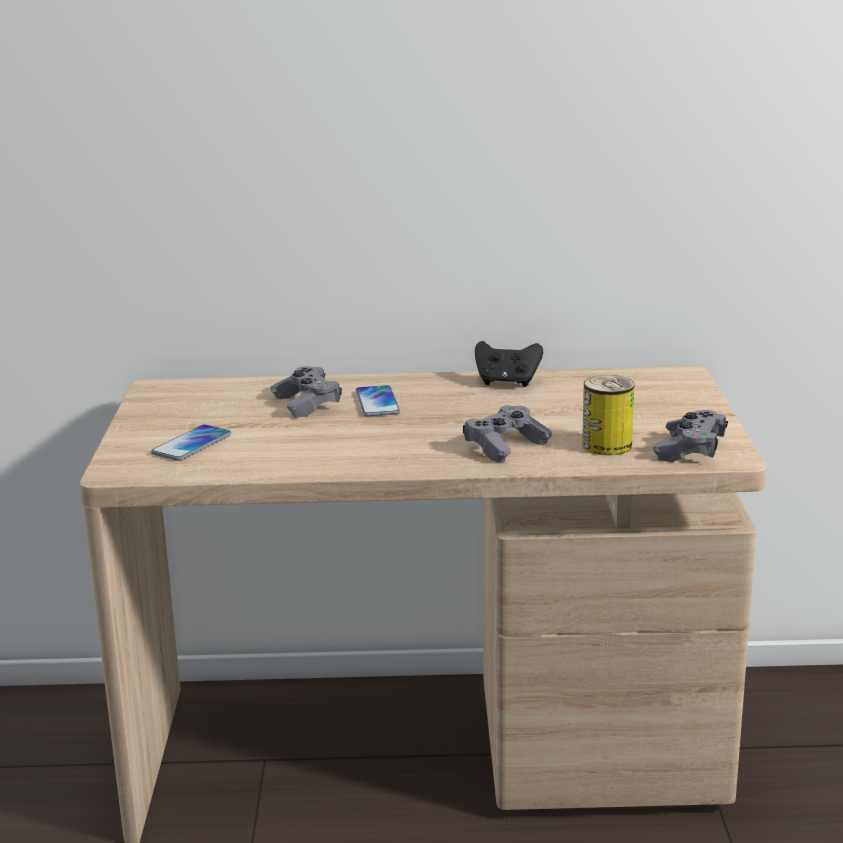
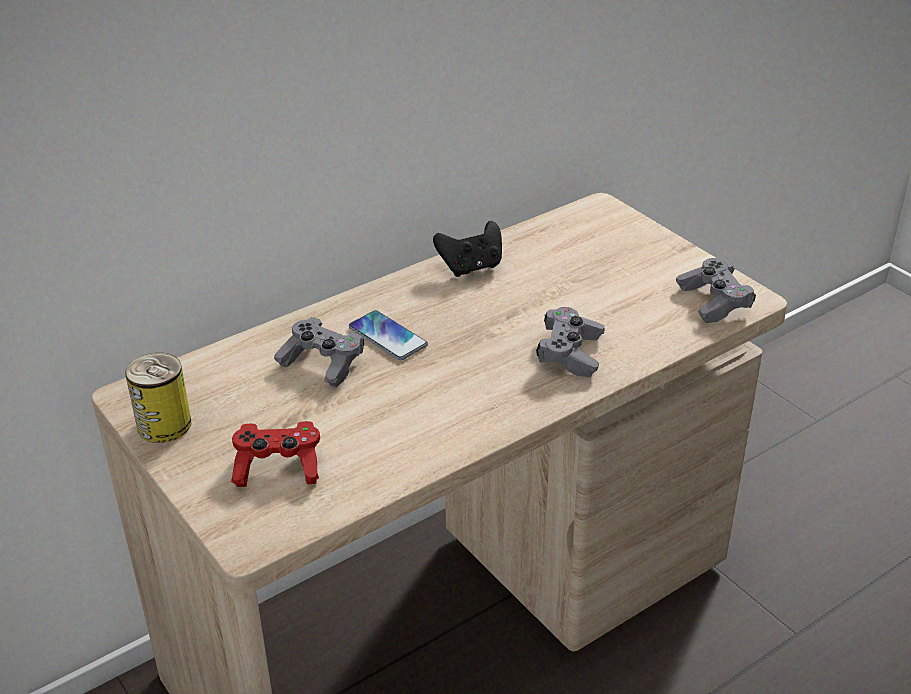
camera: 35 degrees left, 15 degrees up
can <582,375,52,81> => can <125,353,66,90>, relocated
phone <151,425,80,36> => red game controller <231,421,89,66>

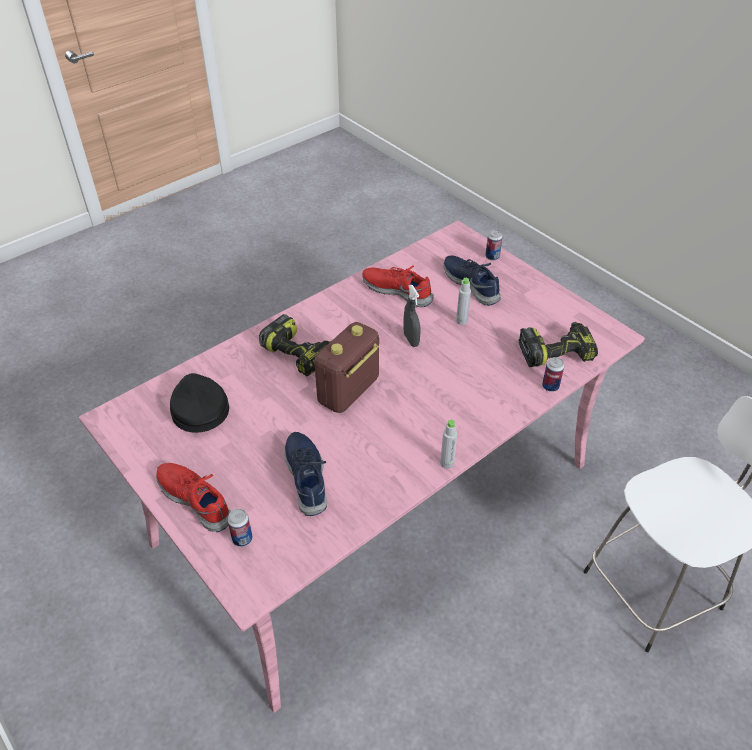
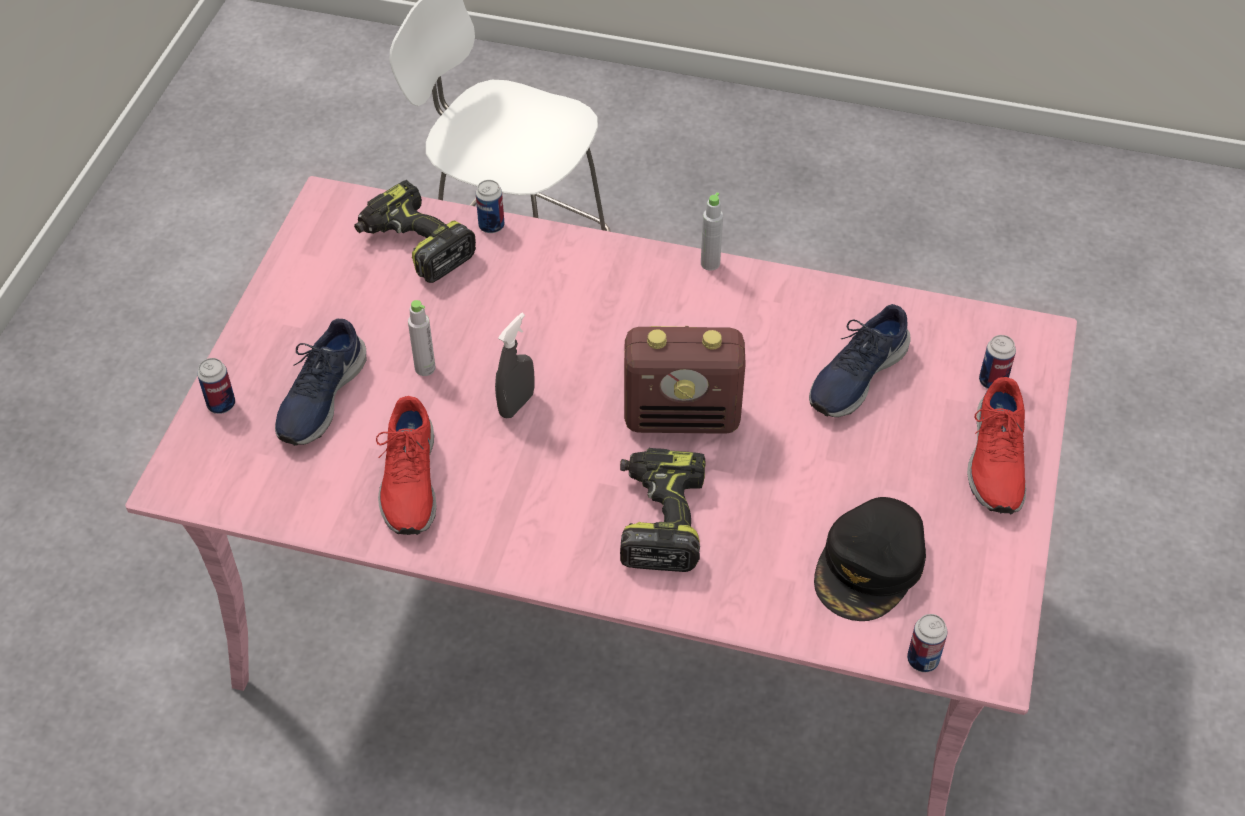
camera: 125 degrees left, 5 degrees up
nothing => can <907,614,41,58>

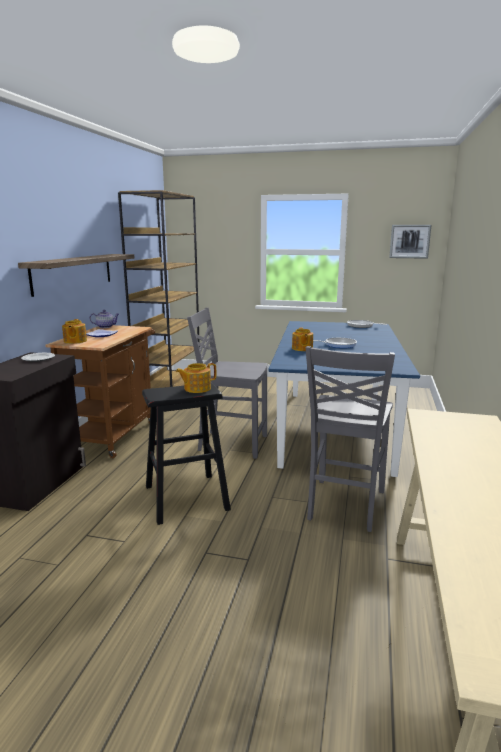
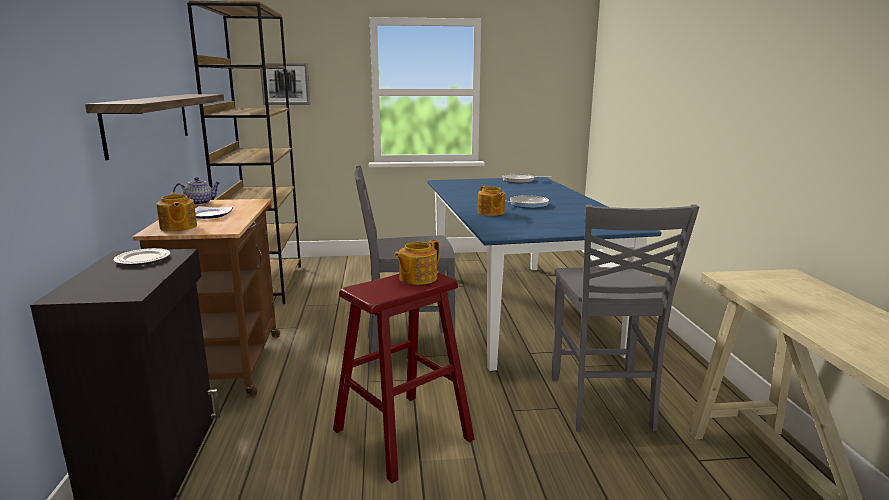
camera: 20 degrees left, 0 degrees up
picture <389,225,42,34> => picture <260,63,50,42>, relocated
black stool <142,383,89,142> => red stool <333,272,142,211>

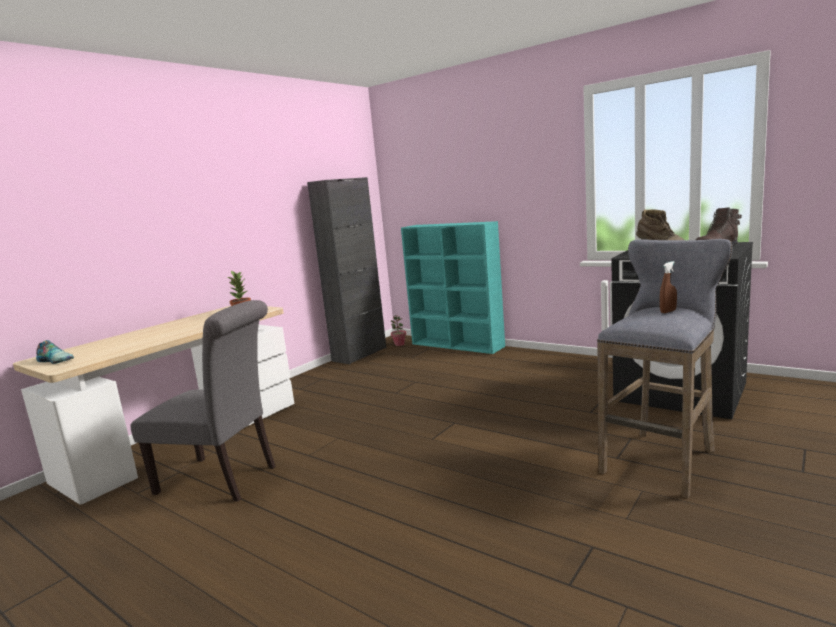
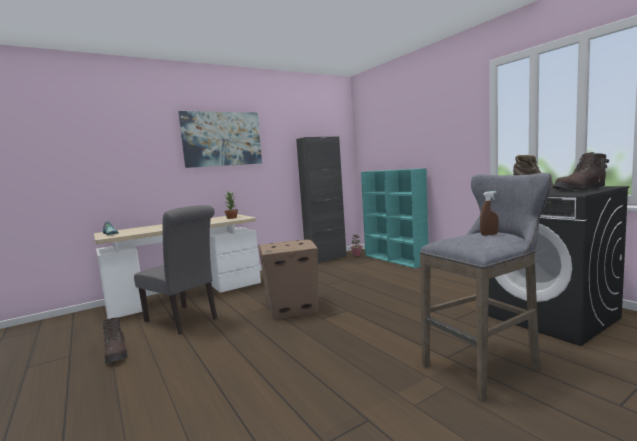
camera: 20 degrees right, 5 degrees down
nothing => brown boot <103,317,25,47>
nothing => picture <178,111,84,57>
nothing => cardboard box <258,239,60,81>

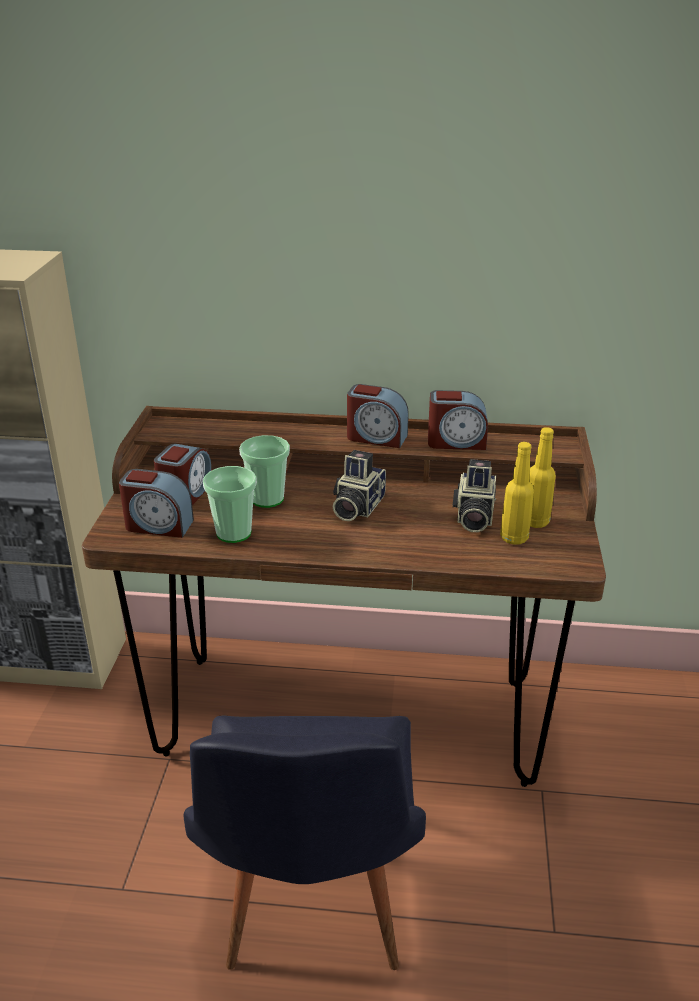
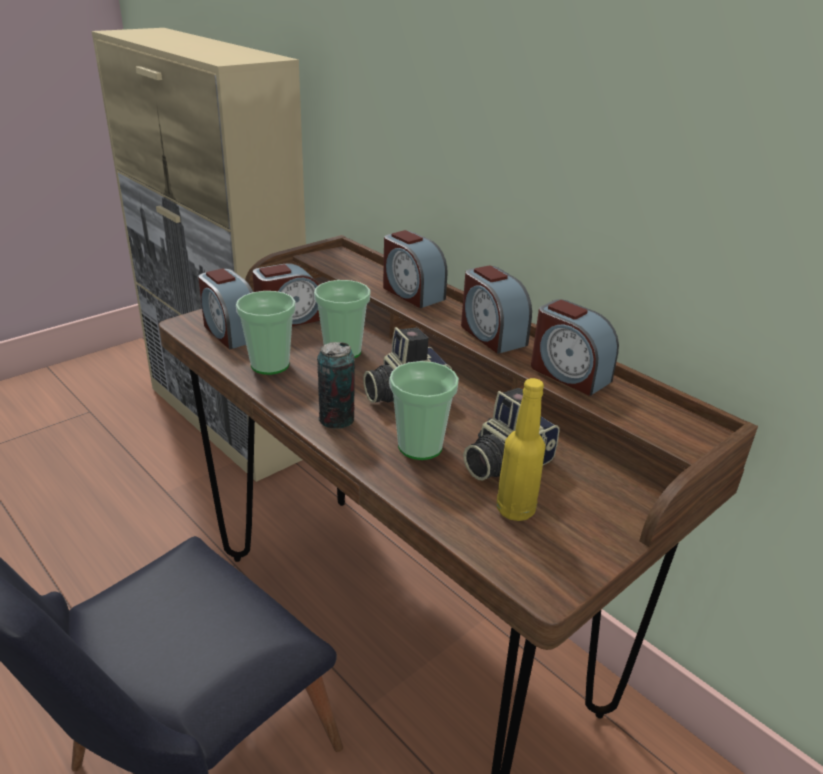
camera: 40 degrees right, 0 degrees up
yellow bottle <529,427,27,101> => nothing
nothing => can <317,342,38,87>
nothing => alarm clock <383,230,64,78>
nothing => cup <389,361,70,99>

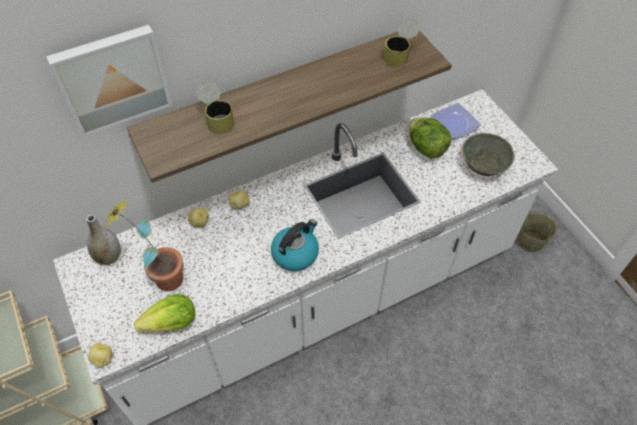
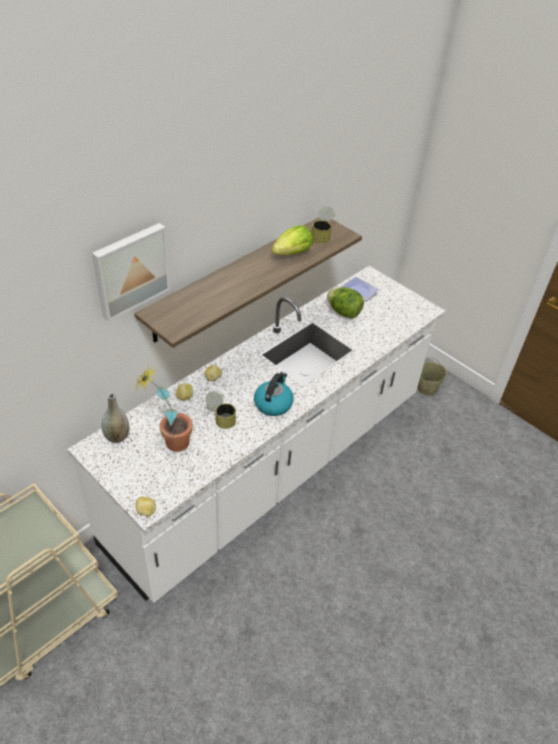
camera: 20 degrees left, 10 degrees down
grey bowl <462,133,53,43> => nothing
lettuce <134,294,61,38> => lettuce <272,225,41,31>, relocated
can <196,81,39,53> => can <206,391,30,38>, relocated

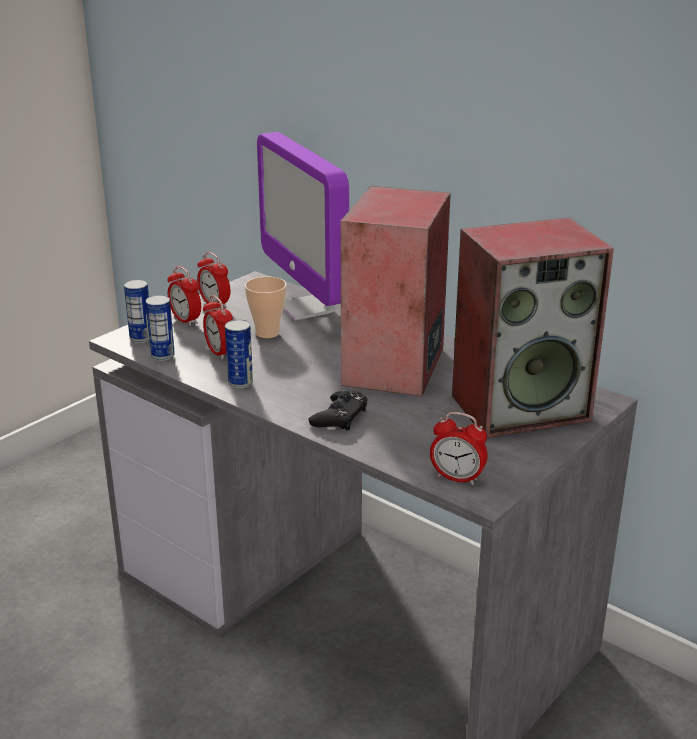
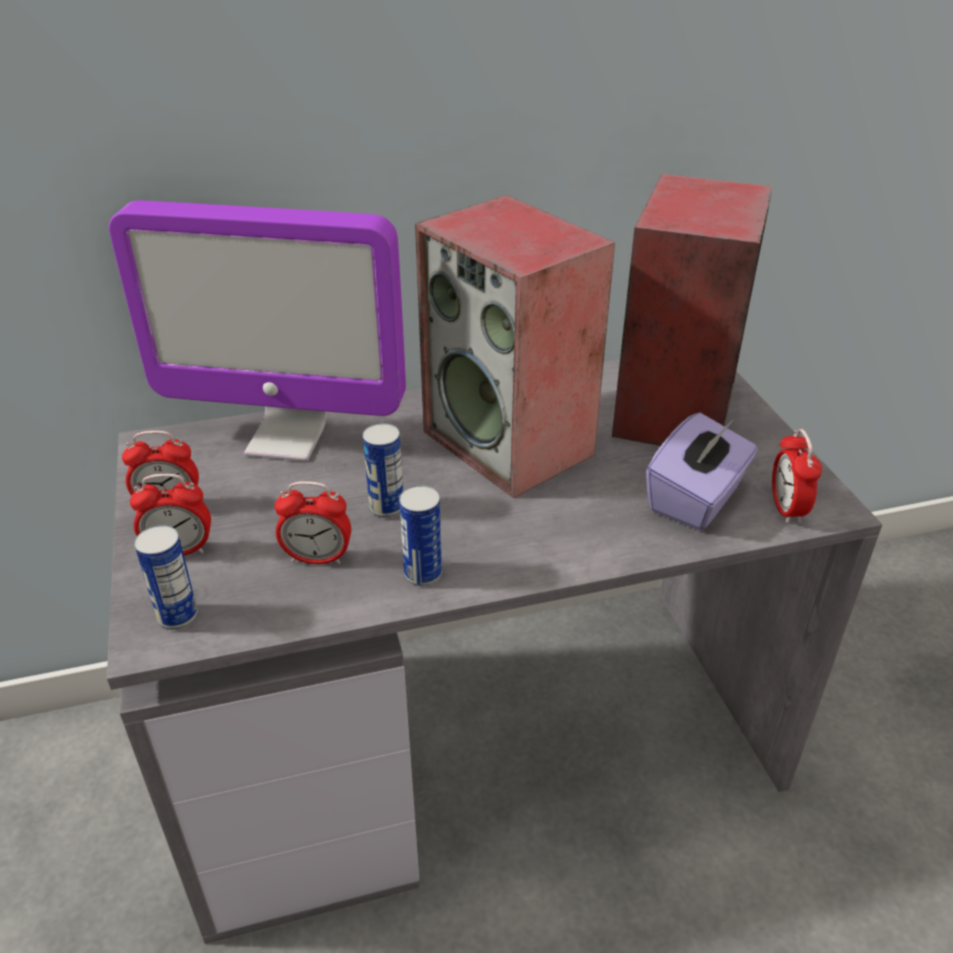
camera: 55 degrees left, 10 degrees up
cup <245,277,42,61> => nothing
black game controller <308,390,59,41> => nothing
nothing => purple tissue box <646,413,112,118>
can <146,295,29,66> => can <363,423,40,95>, relocated
alarm clock <430,412,58,73> => alarm clock <772,429,50,95>, 120 degrees clockwise

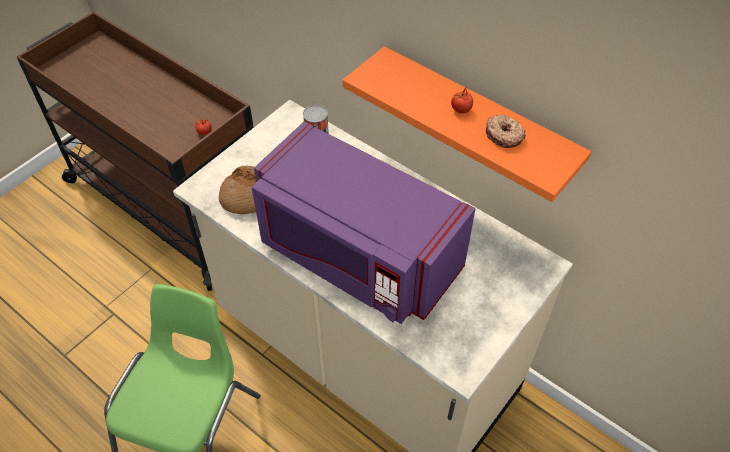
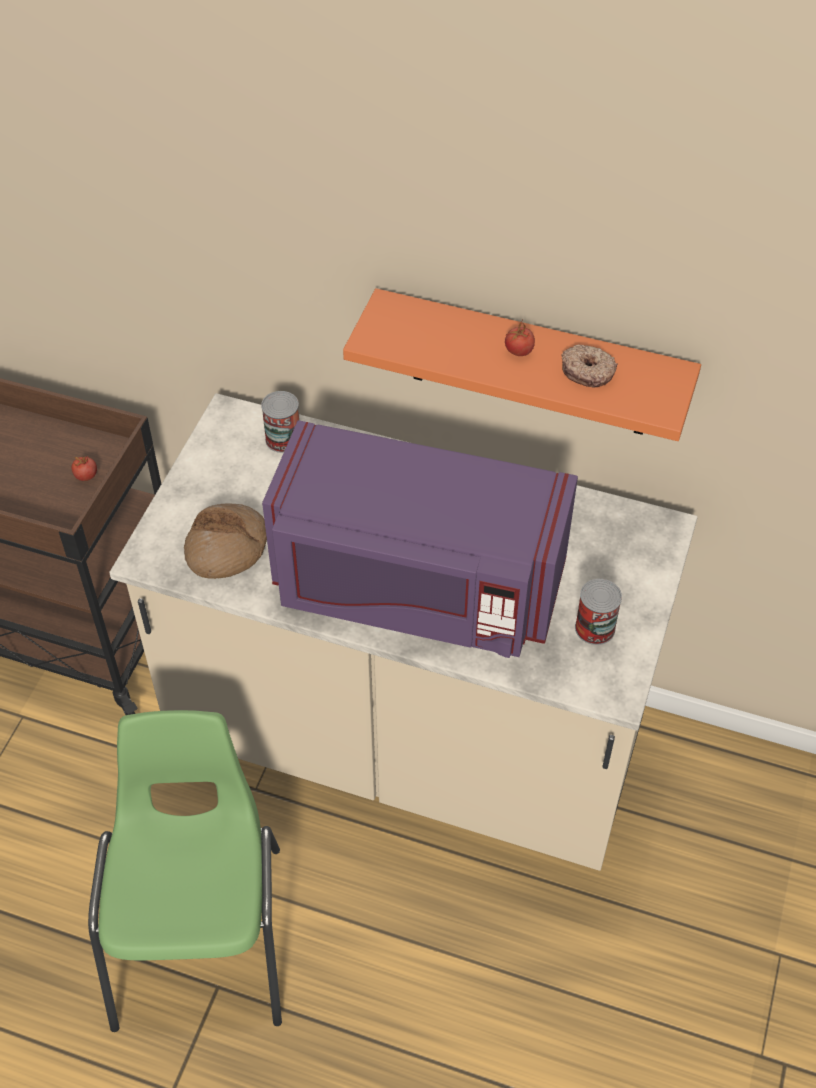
camera: 20 degrees left, 0 degrees up
nothing => can <575,579,47,66>

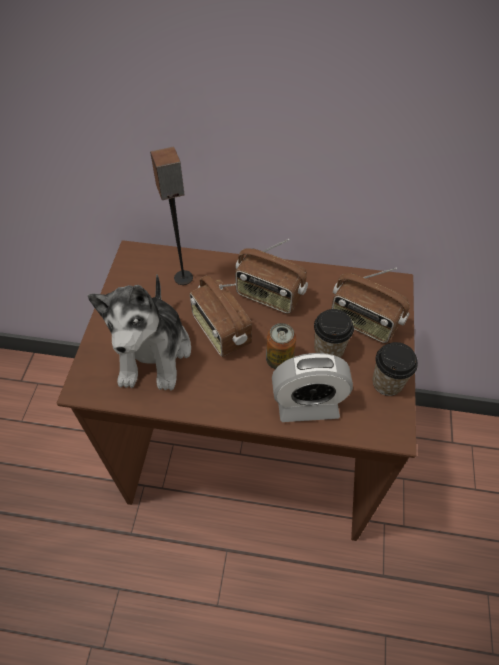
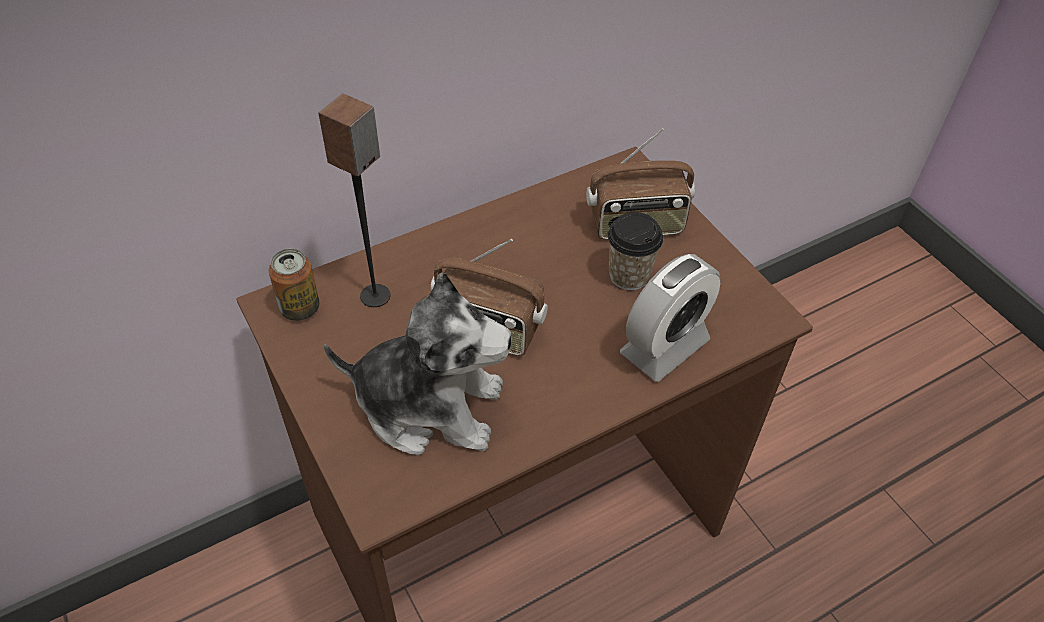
camera: 40 degrees left, 5 degrees down
radio <235,239,73,75> => nothing
cup <373,342,45,54> => nothing
can <266,323,30,46> => can <269,249,50,72>, relocated
plush toy <88,274,103,117> => plush toy <324,272,188,184>, 45 degrees counterclockwise

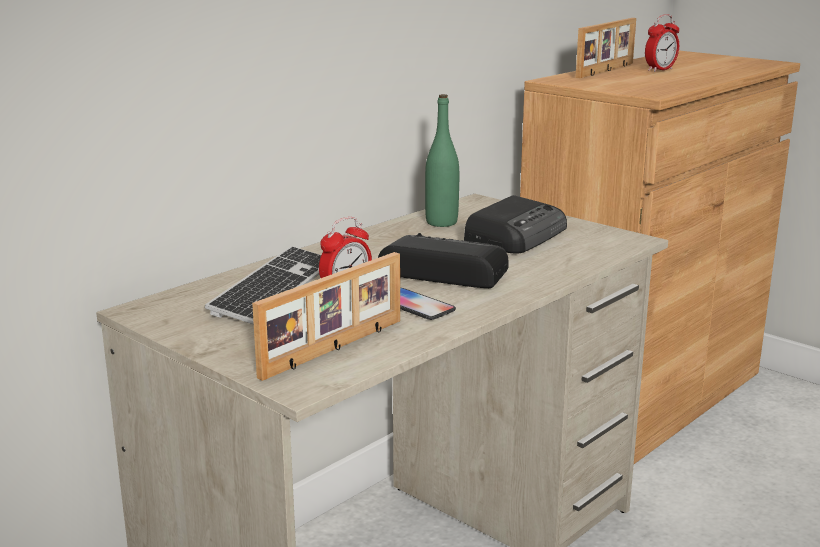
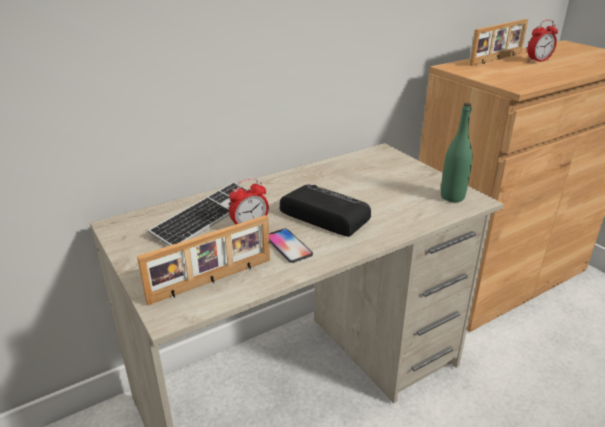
camera: 15 degrees right, 10 degrees up
radio <464,195,103,58> => nothing
green bottle <425,94,34,133> => green bottle <441,103,31,99>, relocated

